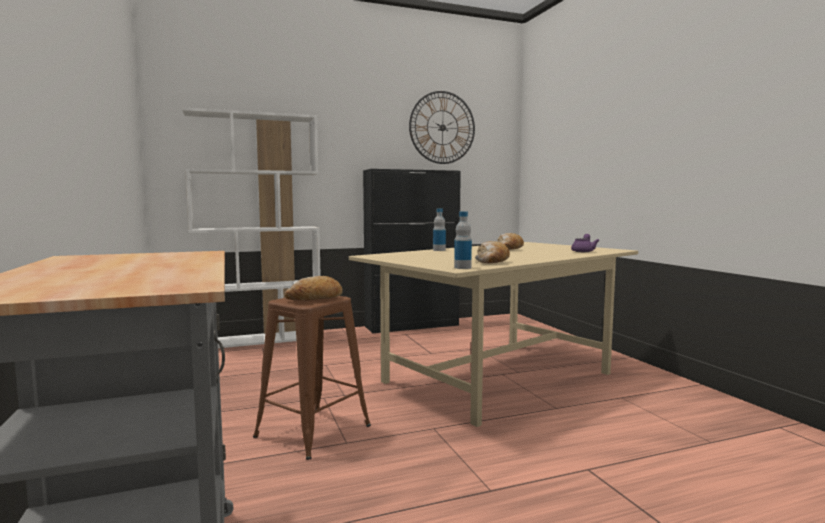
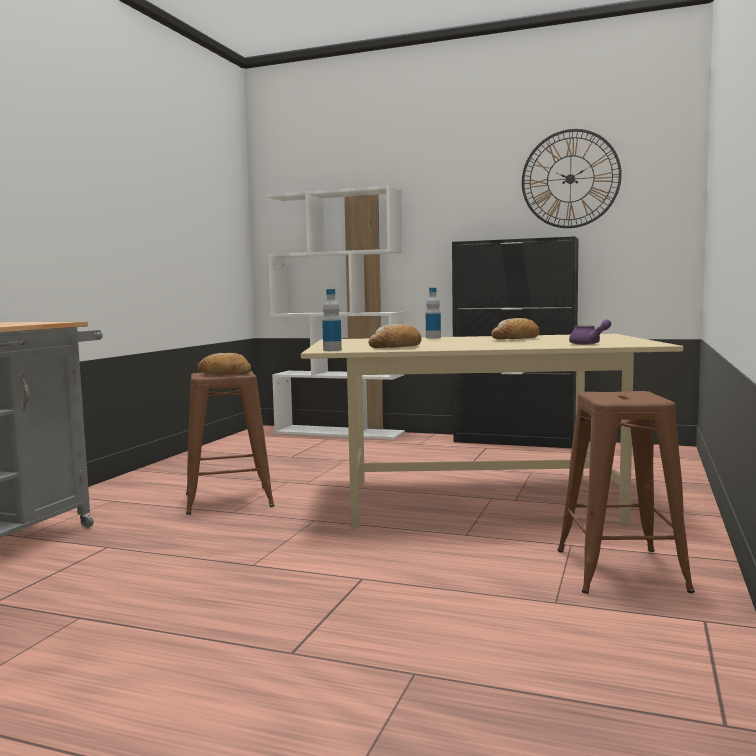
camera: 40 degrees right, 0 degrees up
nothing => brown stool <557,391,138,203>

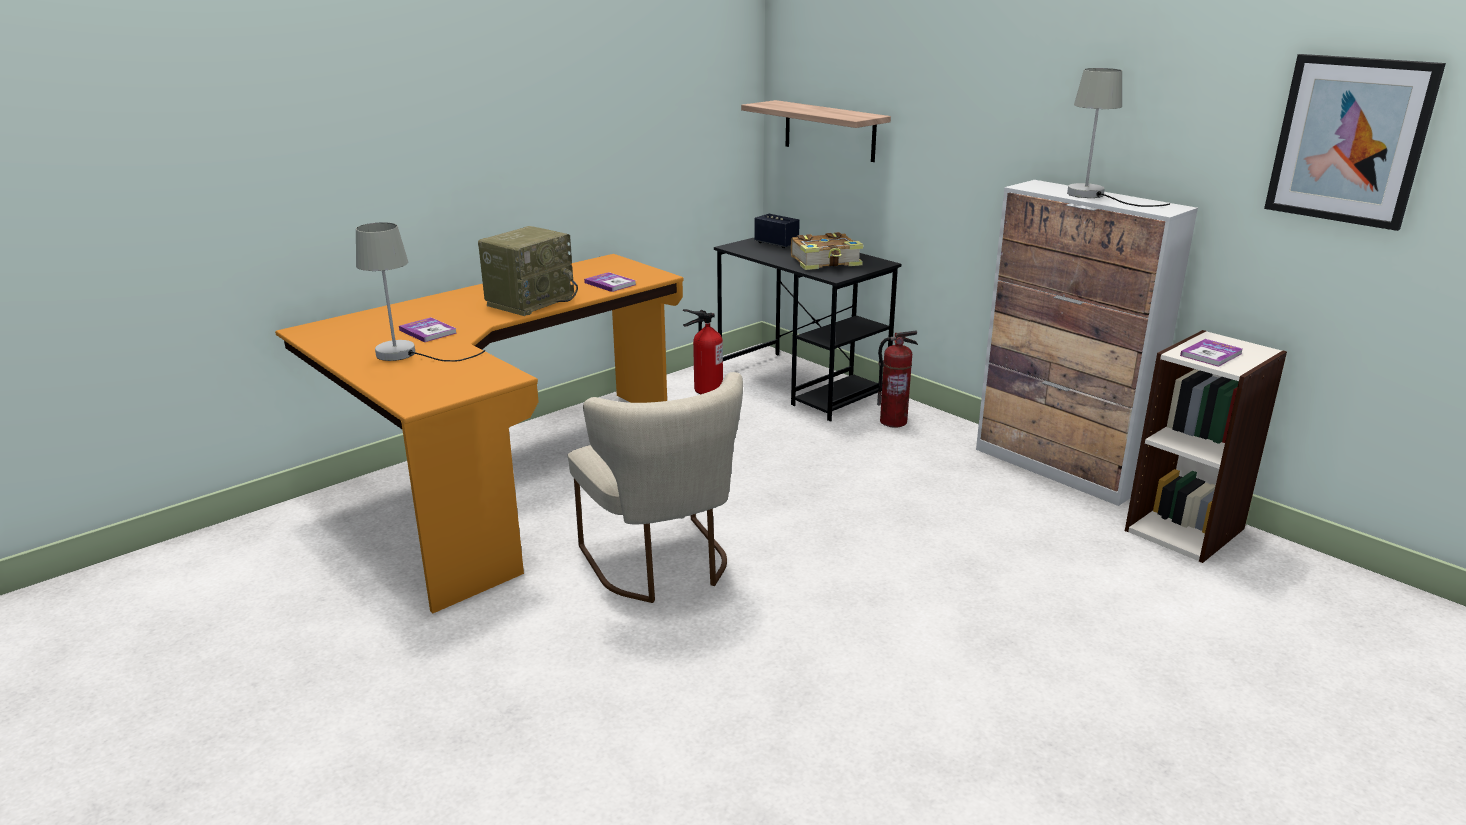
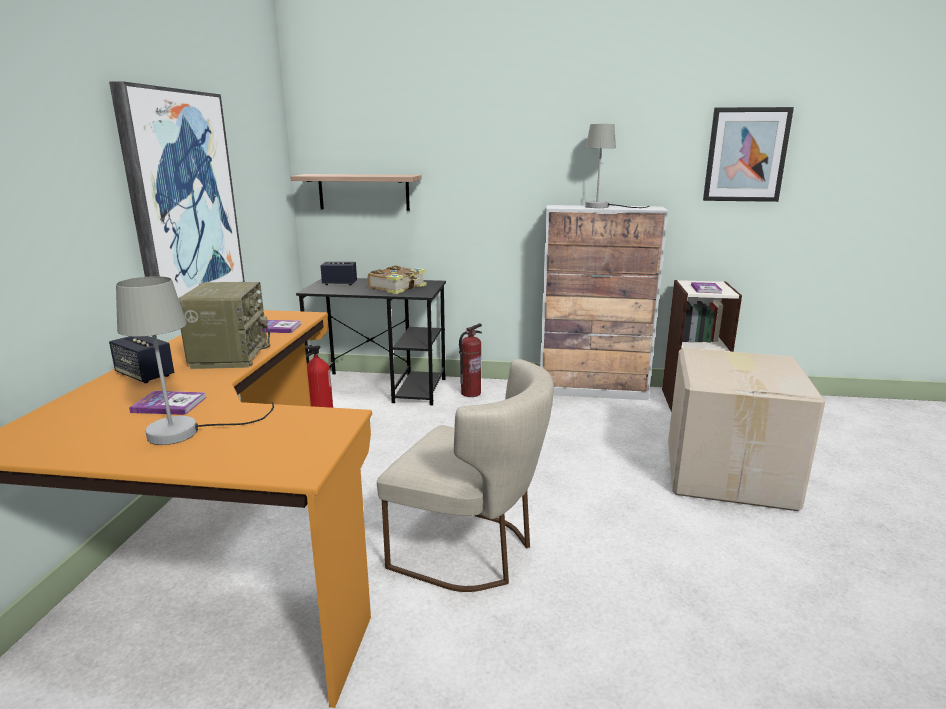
camera: 40 degrees left, 5 degrees down
nothing => picture <109,81,136,217>
nothing => speaker <109,336,65,47>
nothing => cardboard box <668,348,157,163>

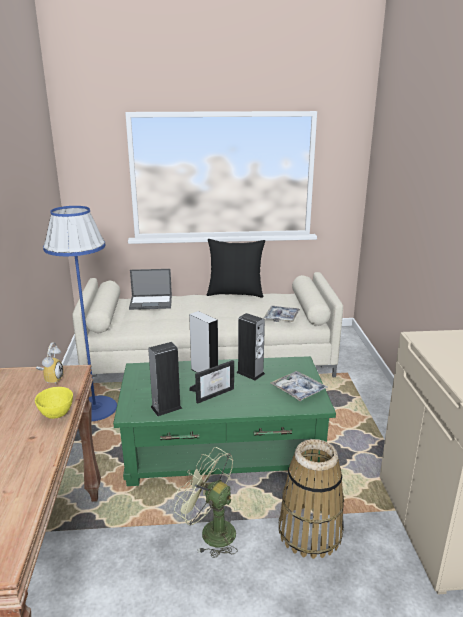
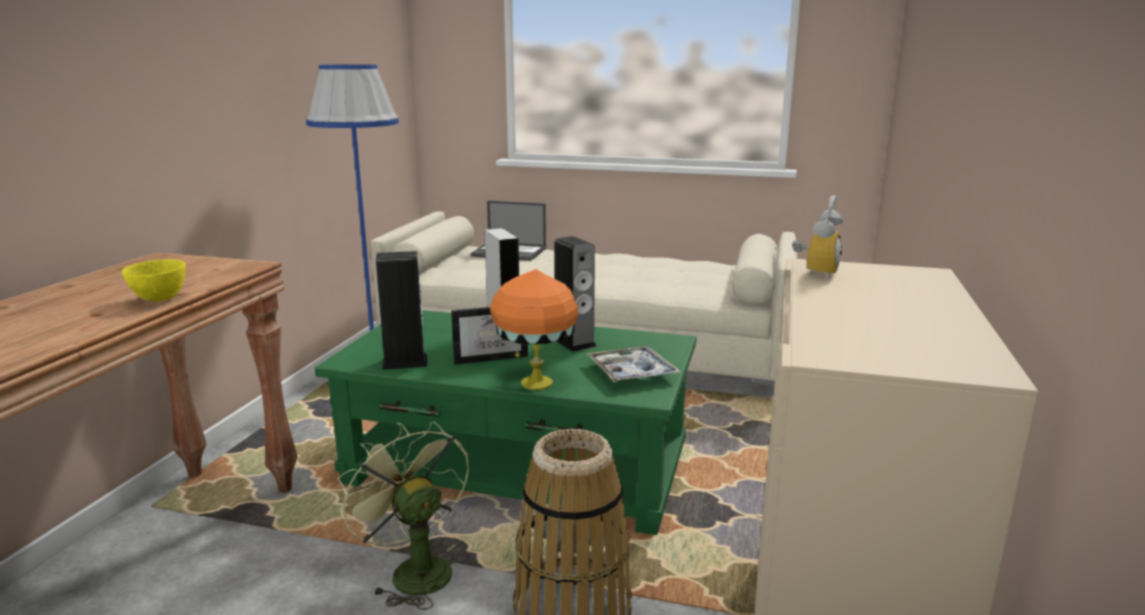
camera: 20 degrees right, 5 degrees down
black pillow <207,239,58,59> => nothing
tray <264,305,36,17> => nothing
nothing => orange table lamp <490,269,88,121>
alarm clock <36,342,28,43> => alarm clock <792,195,51,84>, relocated

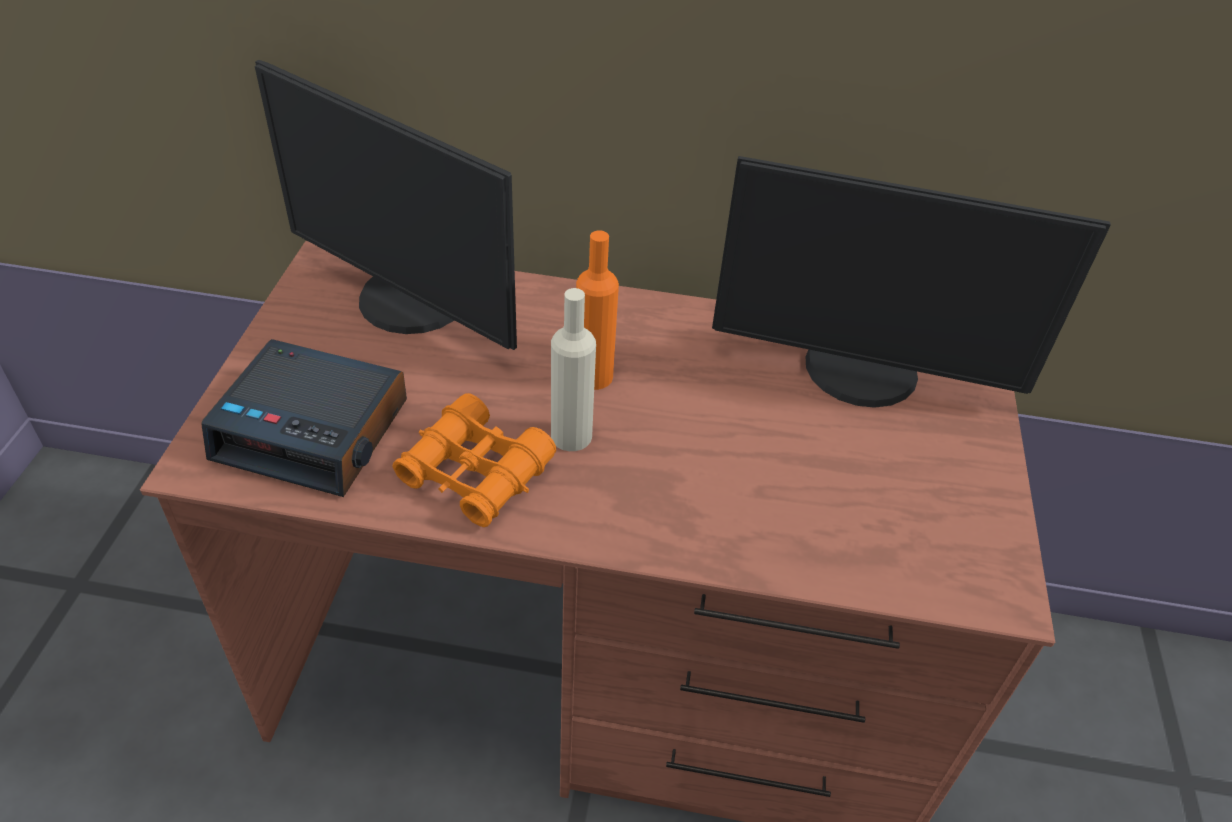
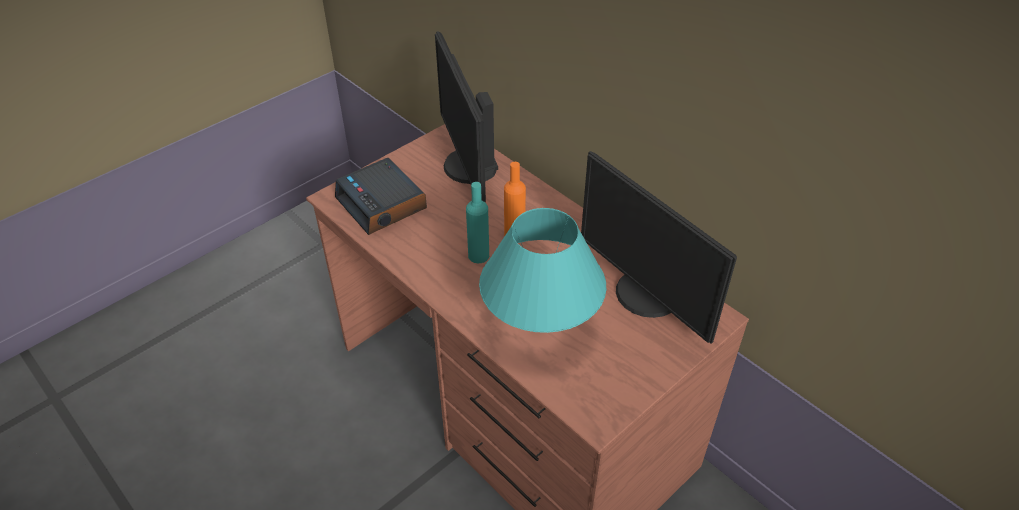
camera: 40 degrees right, 0 degrees up
orange binoculars <393,393,163,134> => nothing
nothing => turquoise table lamp <479,208,127,125>
beige bottle <551,288,45,163> => turquoise bottle <466,182,23,81>

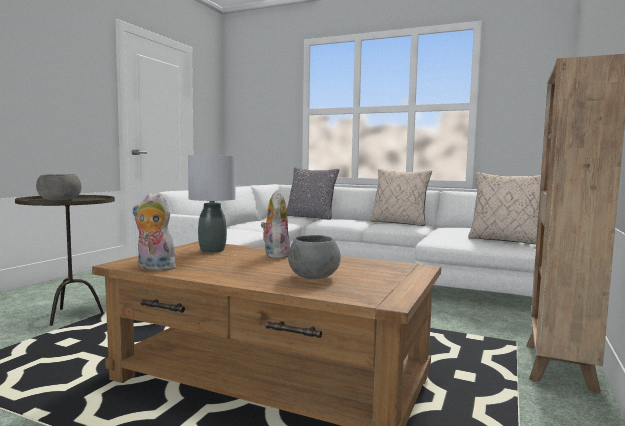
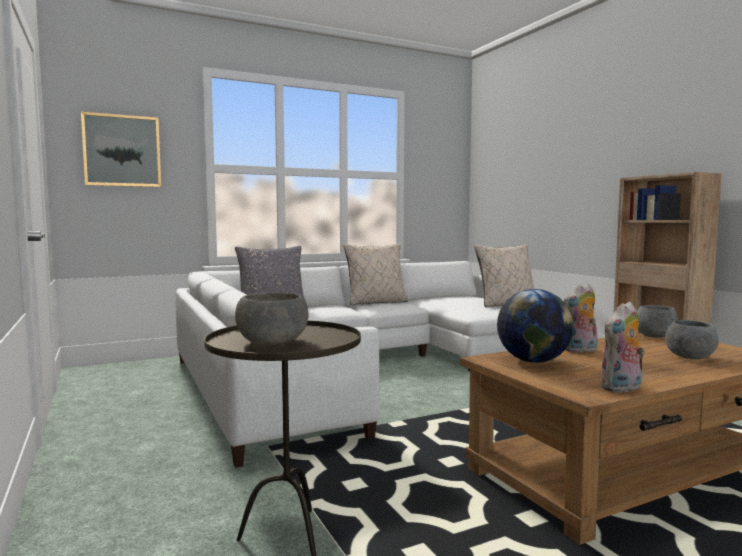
camera: 50 degrees left, 0 degrees up
nothing => picture <81,112,80,75>
nothing => grey bowl <637,305,41,33>
grey table lamp <188,155,47,98> => globe <497,289,77,74>
plush toy <261,190,29,69> => plush toy <564,283,34,70>, 60 degrees counterclockwise

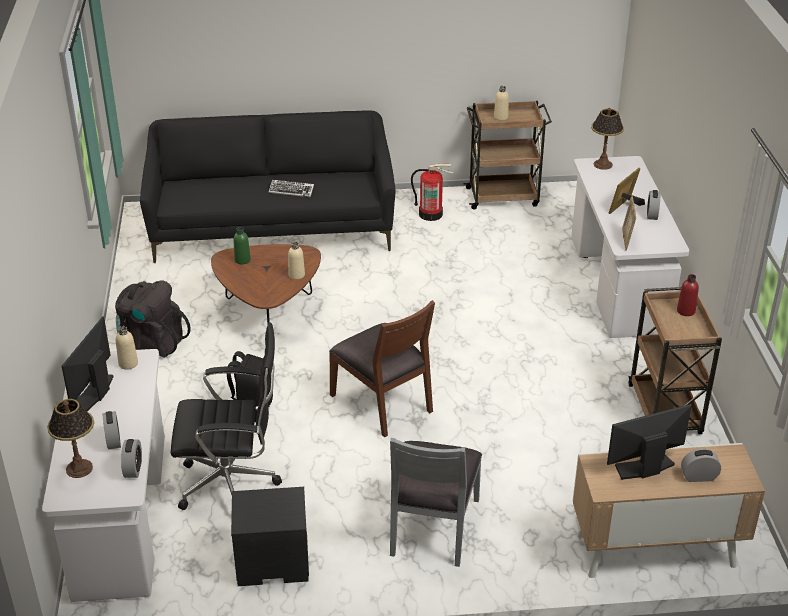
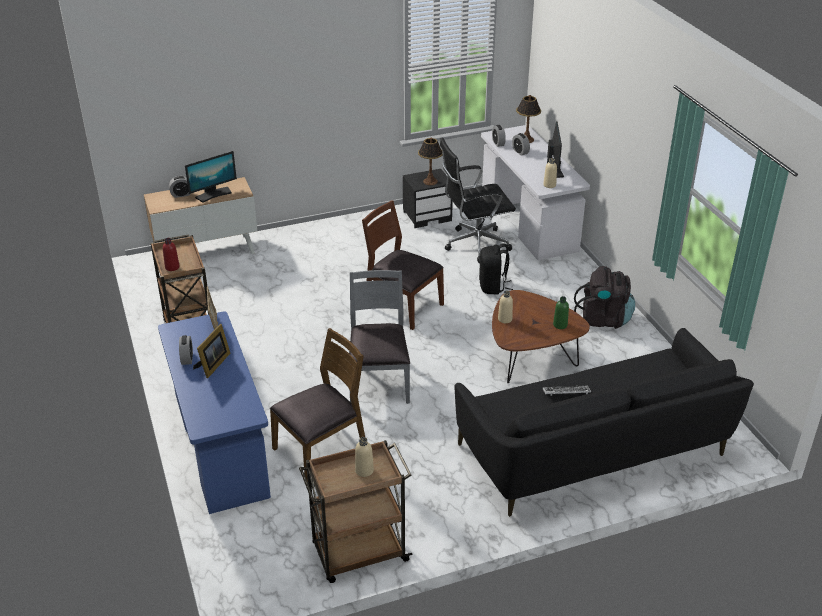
camera: 165 degrees right, 0 degrees up
fire extinguisher <411,164,42,57> => nothing
nothing => brown chair <270,328,95,154>
grey chair <390,438,92,129> => grey chair <349,270,61,134>, relocated
table lamp <591,108,33,62> => table lamp <418,138,25,47>, relocated
white desk <571,156,118,182> => blue desk <158,311,113,203>

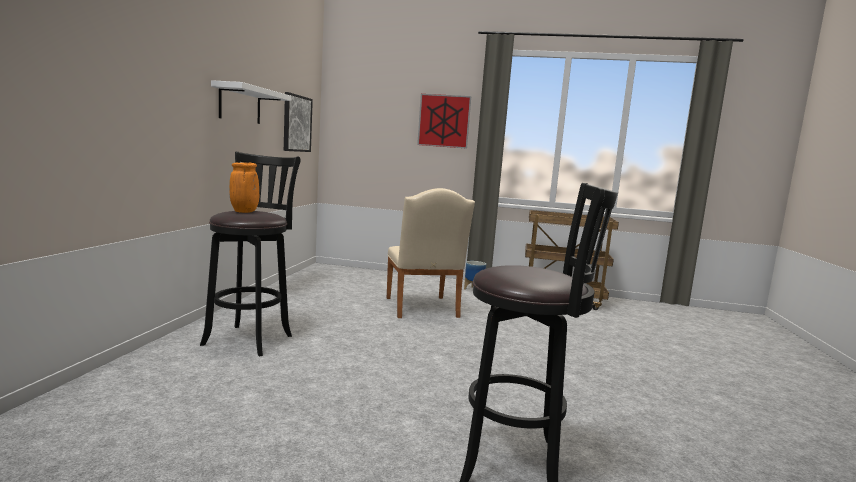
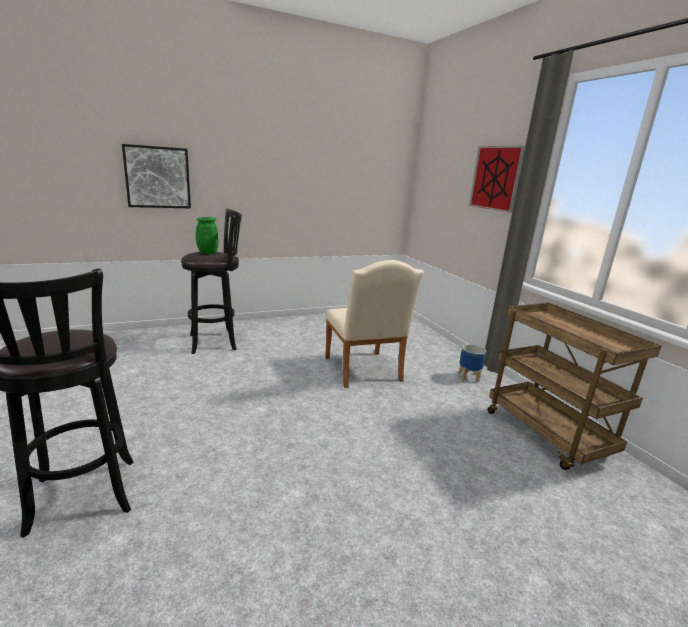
camera: 55 degrees right, 10 degrees up
white shelf <211,80,80,44> => nothing
picture <284,92,29,60> => picture <122,144,69,64>, relocated
orange vase <229,162,30,51> => green vase <196,217,22,37>
beige chair <387,188,88,130> => beige chair <325,260,99,128>, 60 degrees counterclockwise

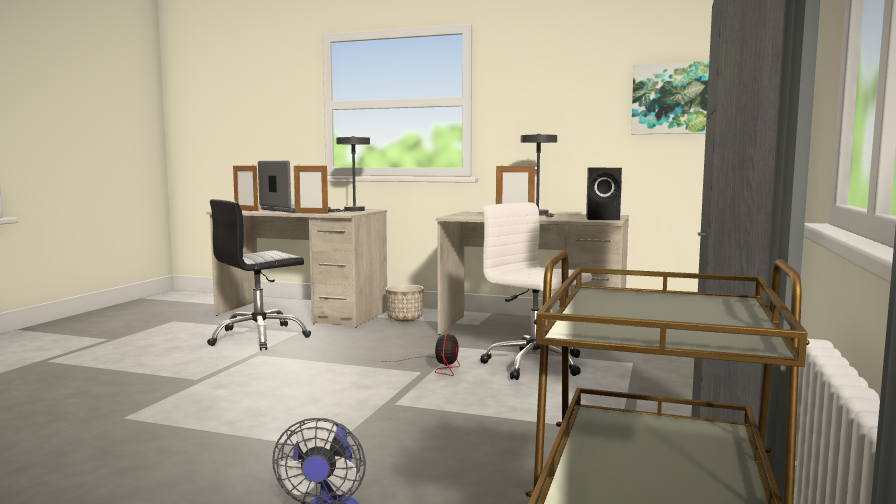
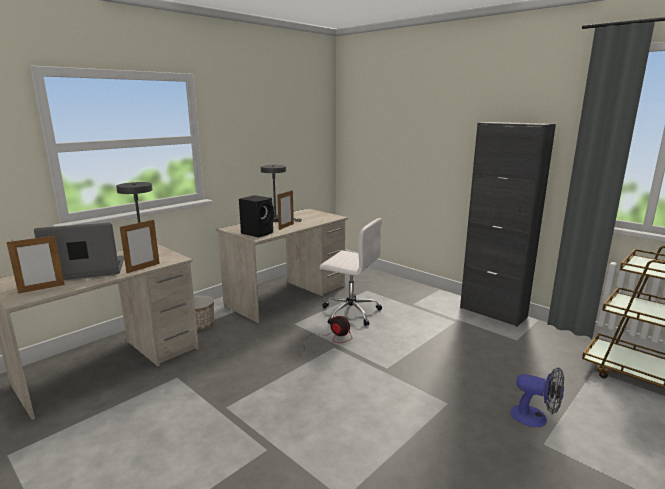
camera: 65 degrees left, 10 degrees up
black office chair <207,199,104,151> => nothing
picture <631,61,78,73> => nothing
black speaker <586,168,36,52> => black speaker <239,195,35,43>, relocated
white office chair <480,202,112,178> => white office chair <319,218,63,108>, 135 degrees counterclockwise

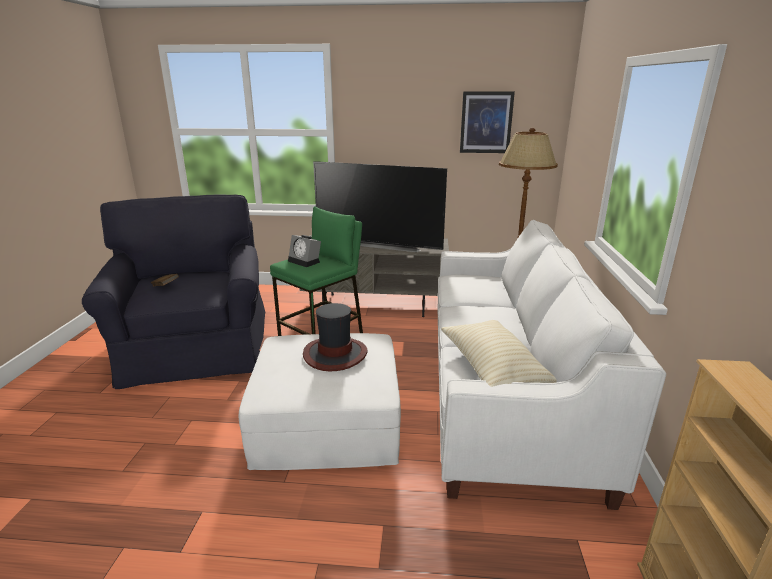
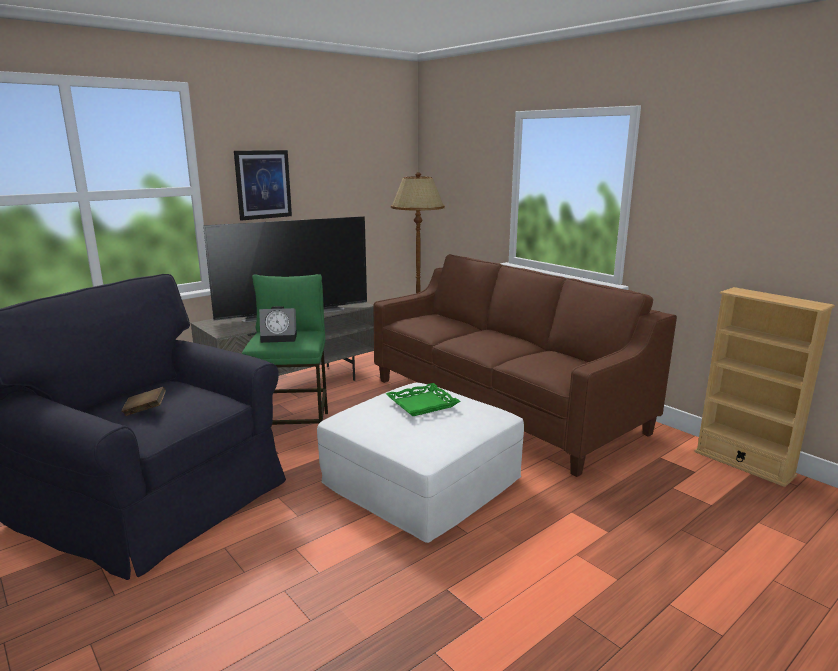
camera: 45 degrees left, 5 degrees down
beige pillow <441,320,116,67> => nothing
picture <460,91,55,62> => picture <234,150,58,70>, relocated
hat <303,303,64,68> => green tray <386,383,74,33>
white sofa <438,220,228,290> => brown sofa <374,254,303,223>

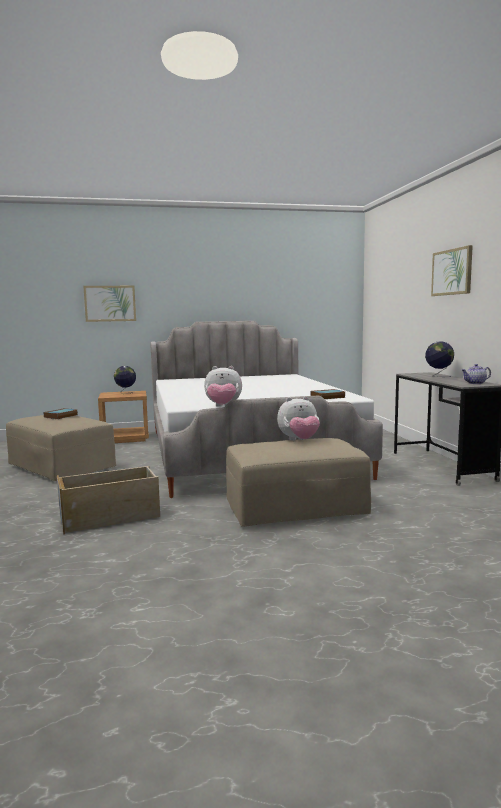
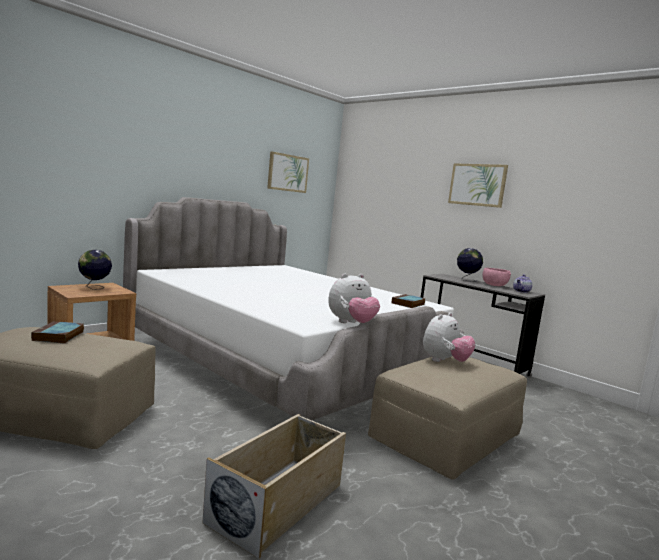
camera: 35 degrees left, 0 degrees up
nothing => pink bowl <483,268,28,18>
picture <83,286,53,36> => picture <267,151,42,42>, relocated

